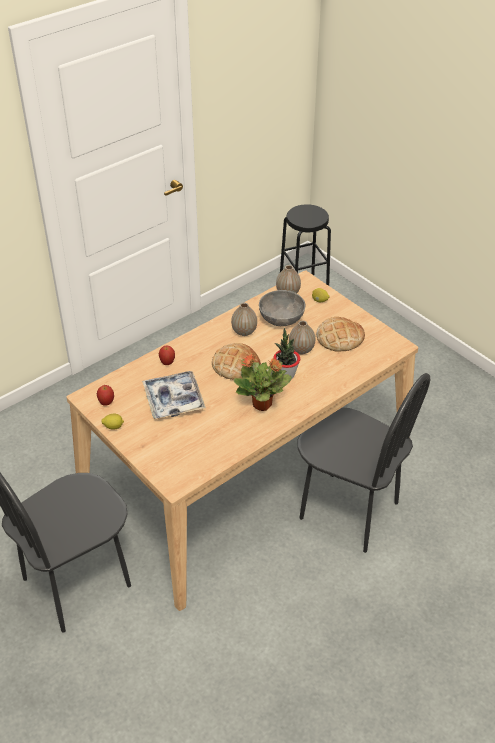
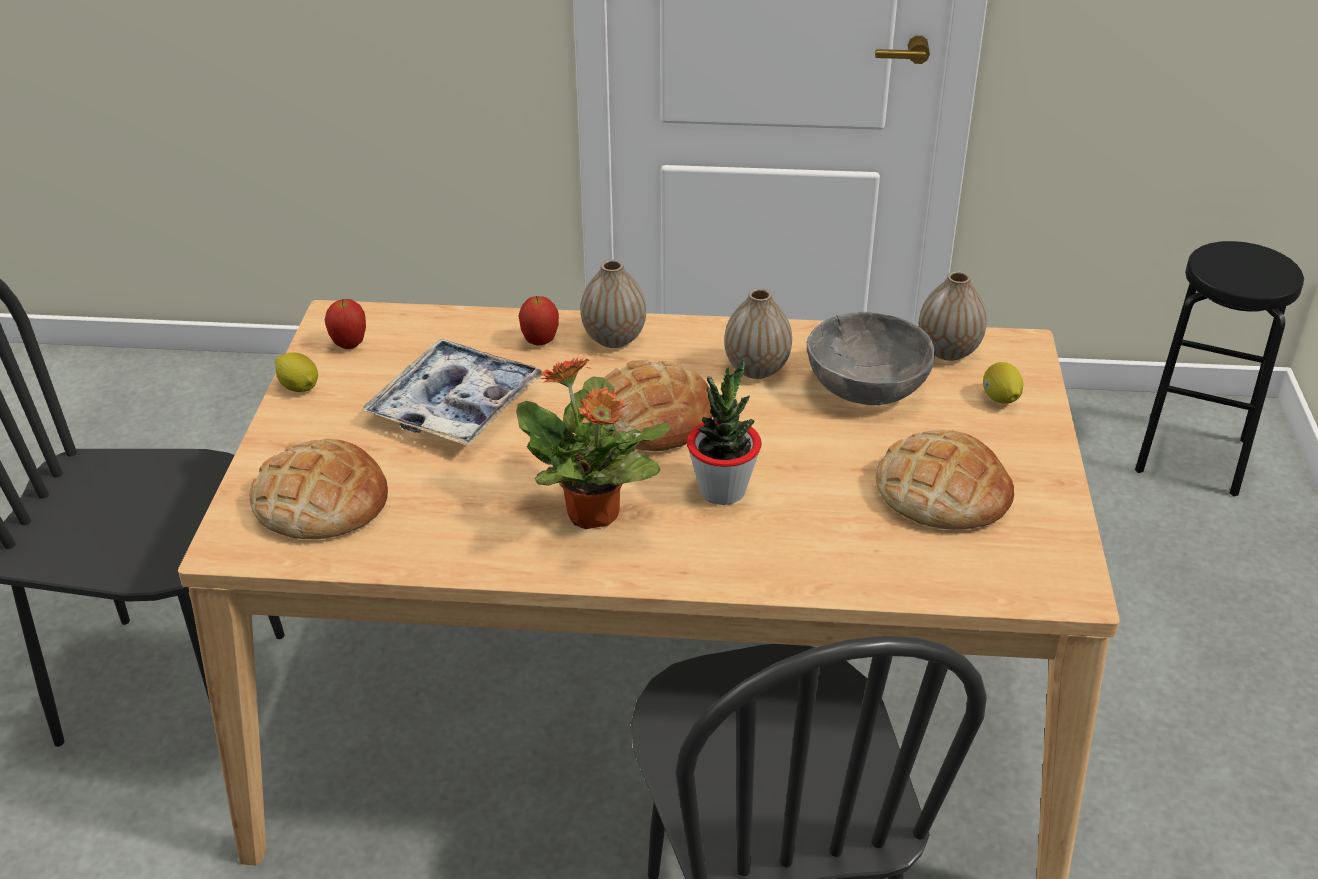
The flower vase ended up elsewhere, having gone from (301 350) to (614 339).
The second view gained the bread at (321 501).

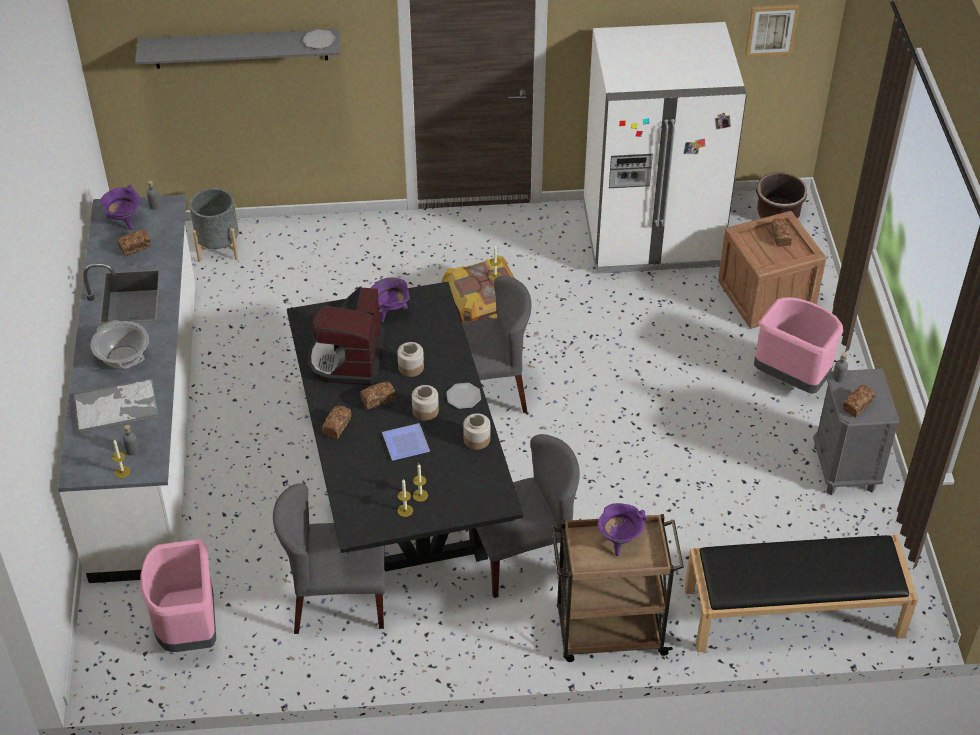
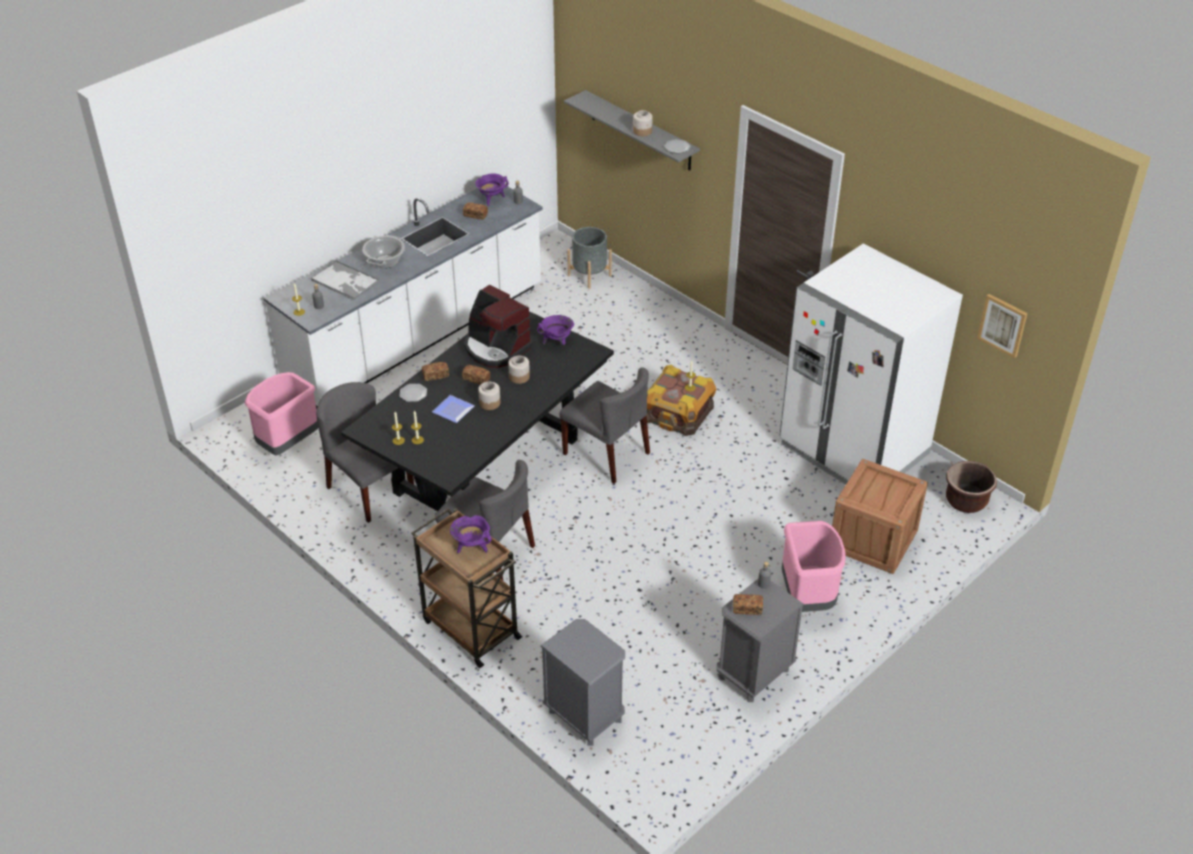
The second view lost the bread at (780 237).
The coffee brewer at (347 358) ended up facing another way, 105 degrees counterclockwise from before.
The dinner plate ended up elsewhere, having gone from (463 397) to (413 393).
The storage jar ended up elsewhere, having gone from (477 439) to (642 131).
Where the black long seat stood at (792 613), the gray night table came to stand at (584 716).

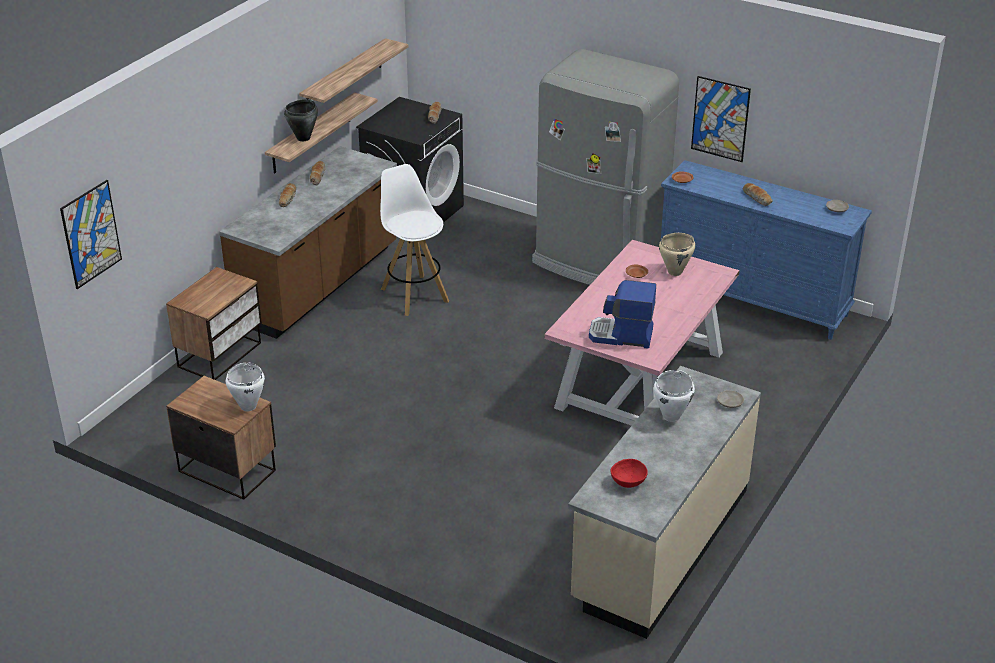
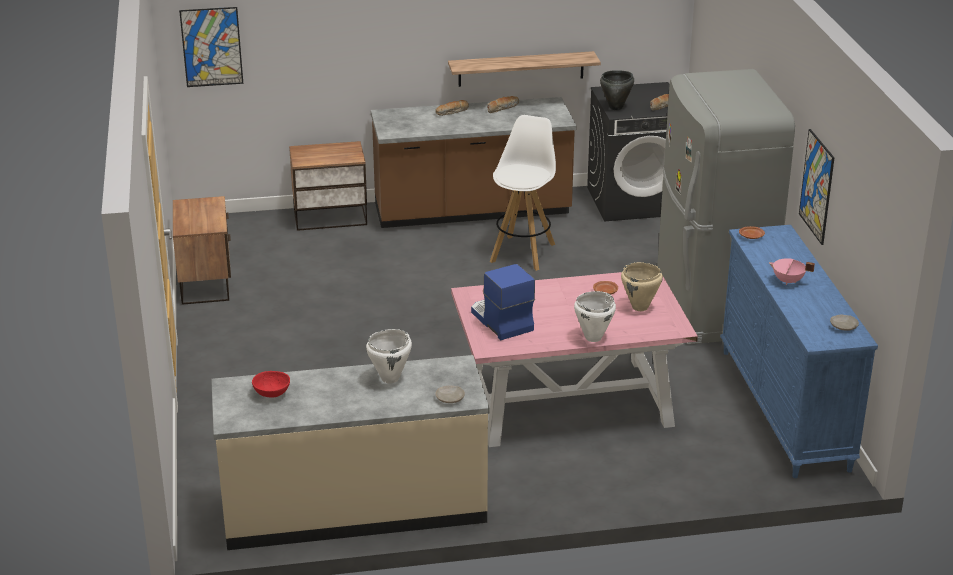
The second view lost the shelf at (344 77).
The black cooking pot ended up elsewhere, having gone from (303 138) to (616 107).
Where the bread stood at (757 198), the pink cooking pot came to stand at (788 281).
The whitish cooking pot ended up elsewhere, having gone from (248 406) to (593 337).

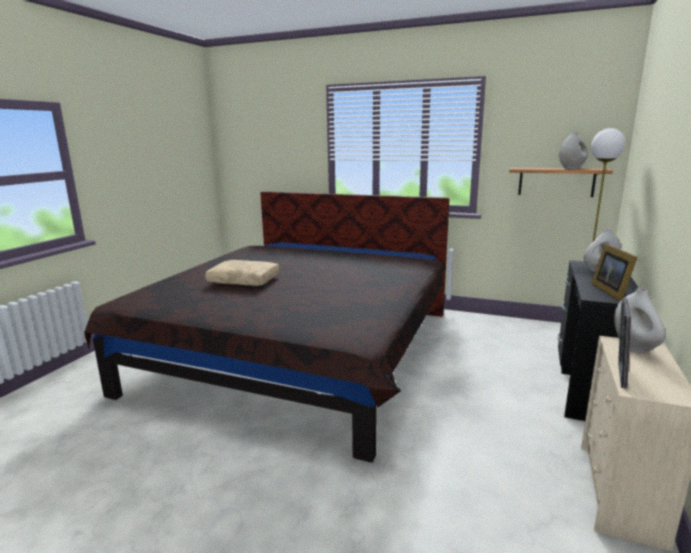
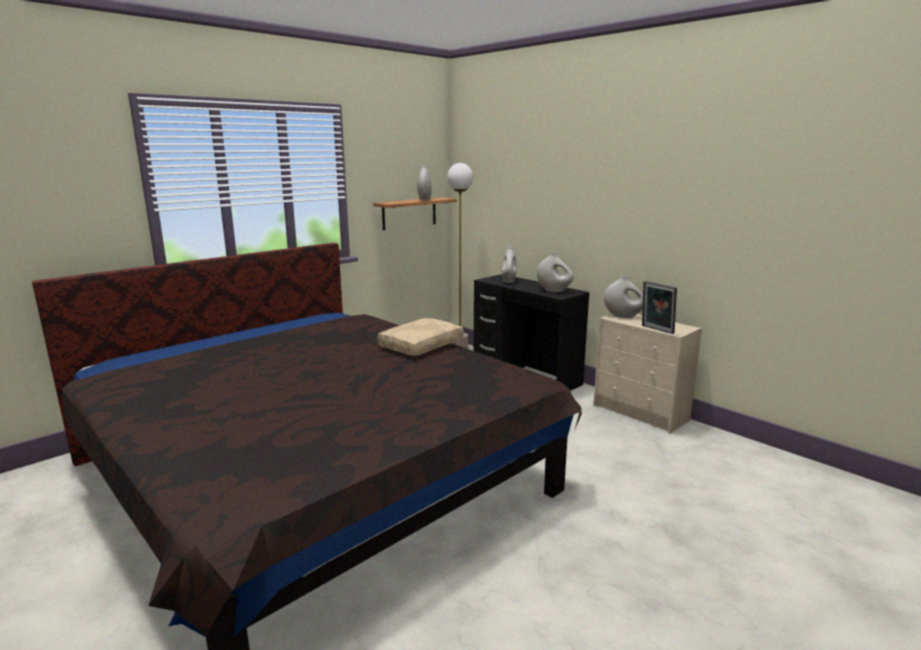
Where the photo frame stood at (611 291), the whitish flower vase came to stand at (554 290).
The beige cushion ended up elsewhere, having gone from (245 280) to (421 345).

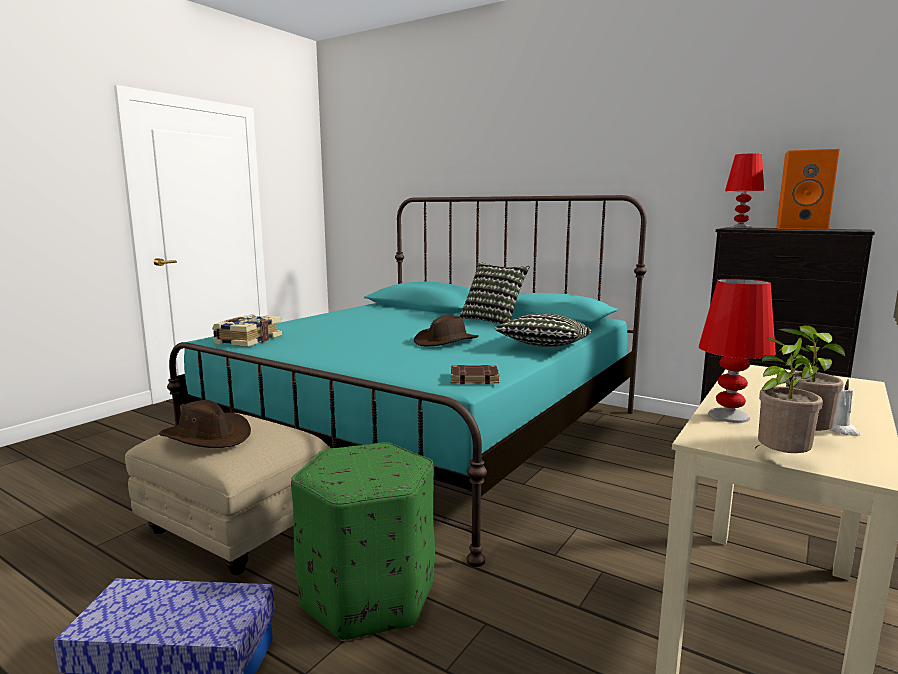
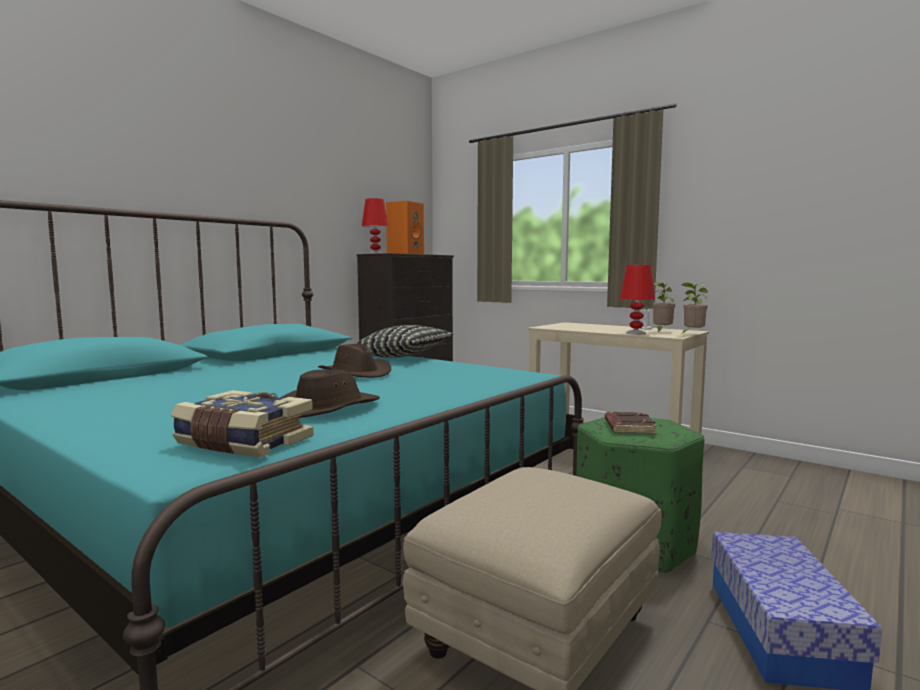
The second view lost the cushion at (493 321).
The brownish volume ended up elsewhere, having gone from (474 378) to (628 427).
The brownish hat ended up elsewhere, having gone from (208 436) to (329 408).

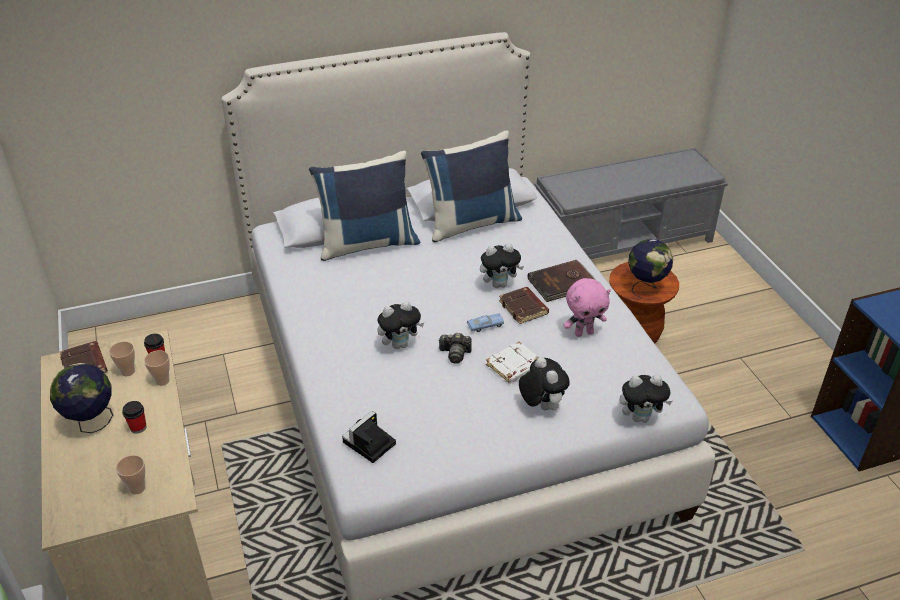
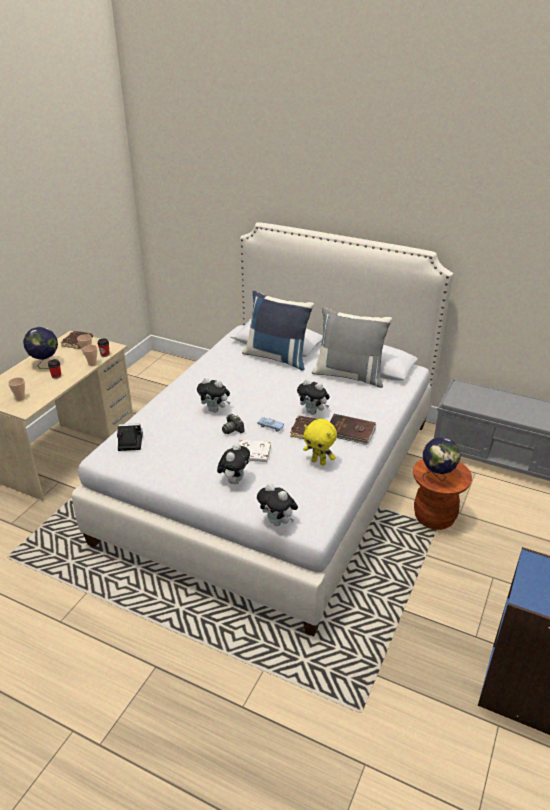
What was the bluish cushion at (471 223) turned into the gray cushion at (349 375).
What was the pink plush toy at (584 333) turned into the yellowish plush toy at (319 462).

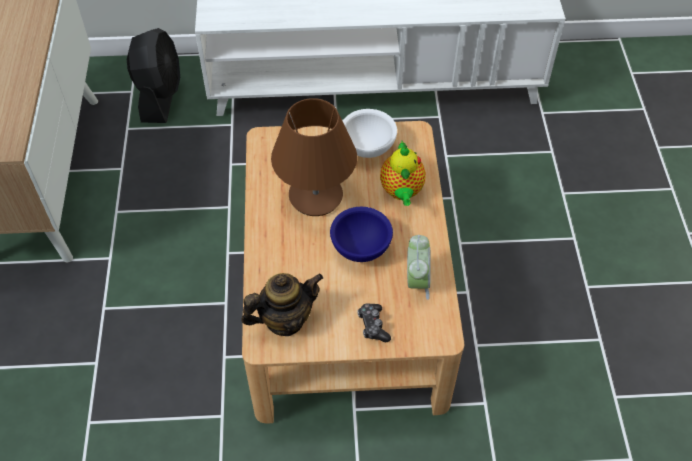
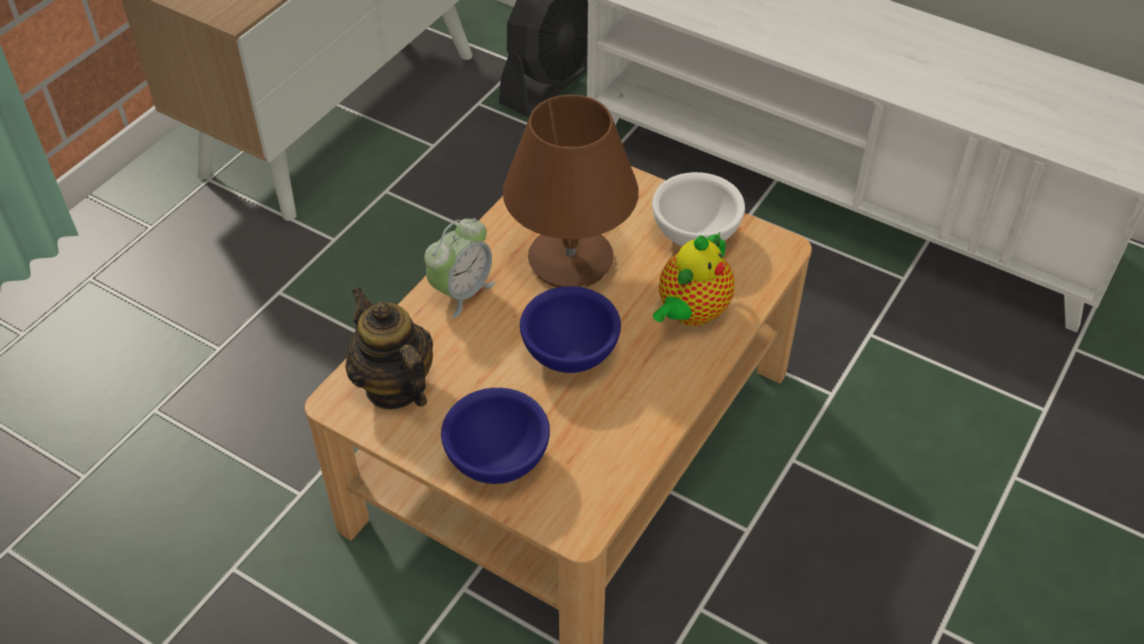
The table clock ended up elsewhere, having gone from (417 281) to (462 292).
The teapot at (284 319) ended up facing another way, 135 degrees counterclockwise from before.
Where the game controller stood at (373 326), the bluish bowl came to stand at (497 458).

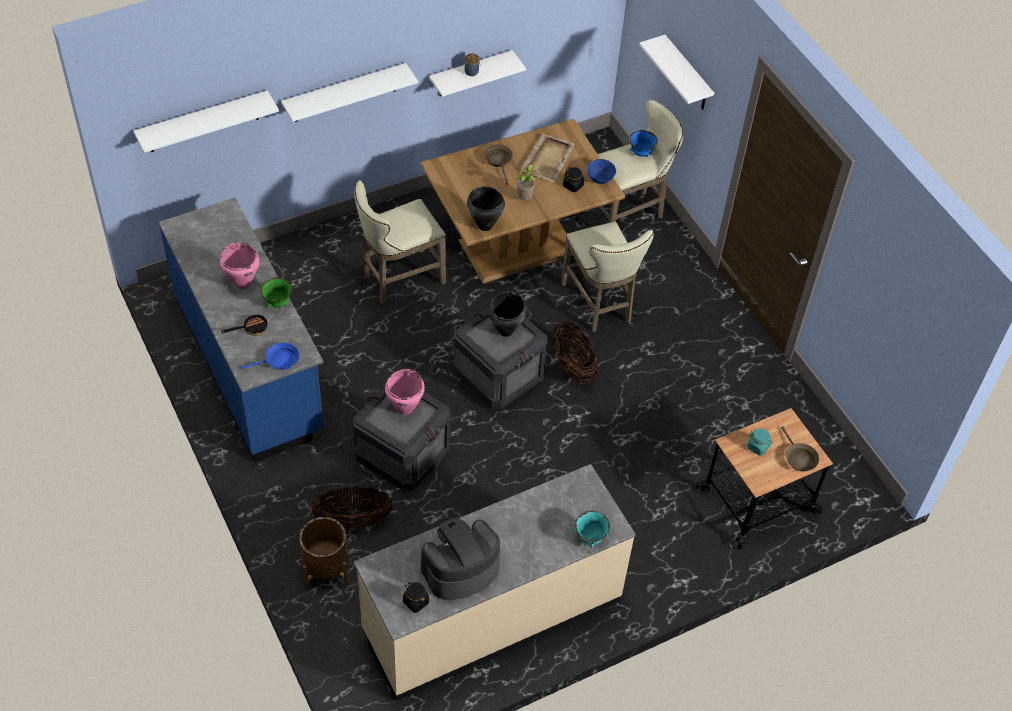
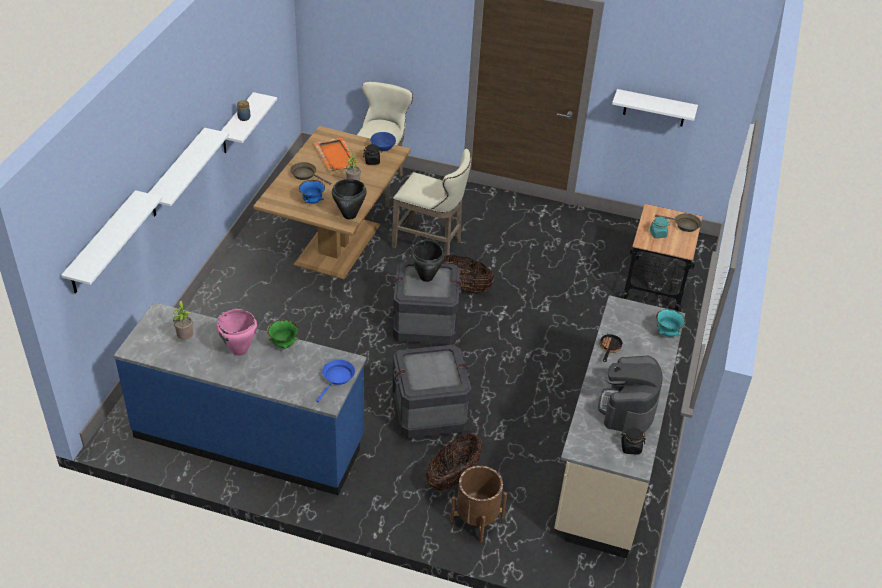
The whitish shelf ended up elsewhere, having gone from (687 75) to (654 108).
The bluish bowl ended up elsewhere, having gone from (641 153) to (312 201).
What was the beige carrying tray at (548 159) turned into the orange carrying tray at (335 156).
The second view lost the beige stool seat at (399 279).
The skillet ended up elsewhere, having gone from (251 328) to (609 348).
The second view lost the pink cooking pot at (404 408).
The second view gained the houseplant at (186 338).

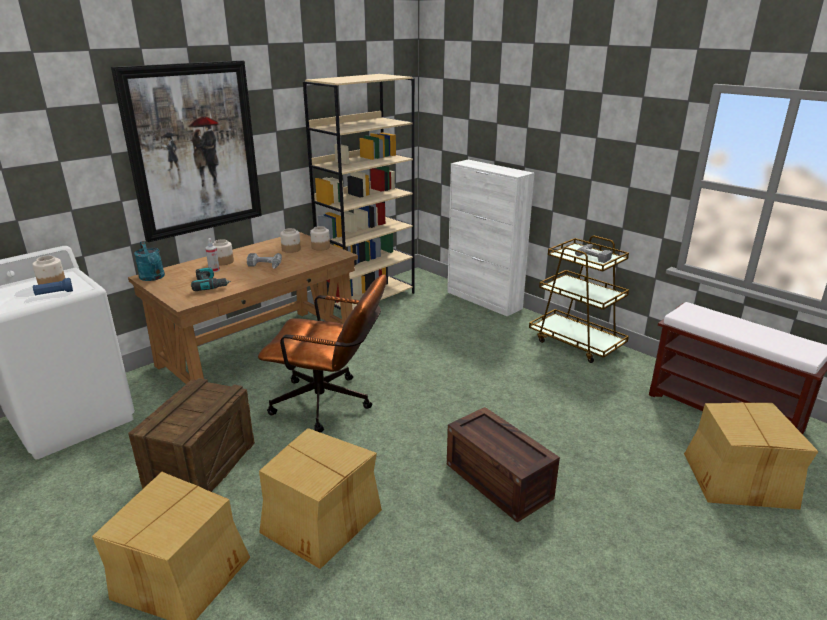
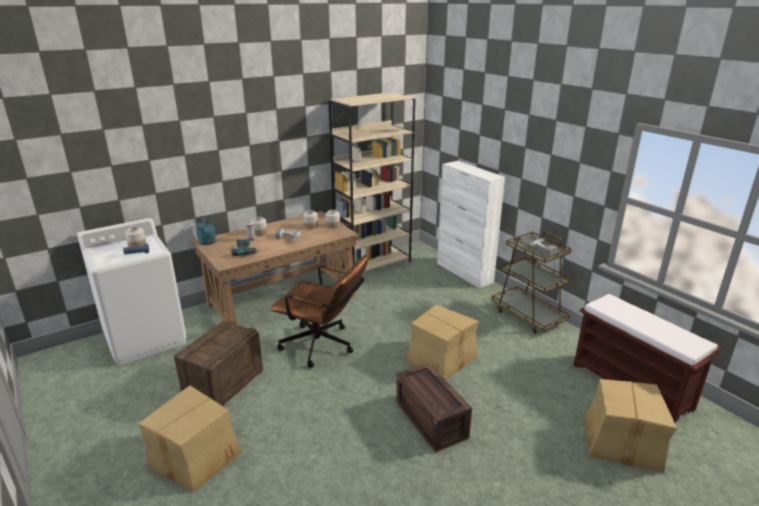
The second view lost the wall picture at (193 149).
The cardboard box ended up elsewhere, having gone from (320 520) to (441 358).

